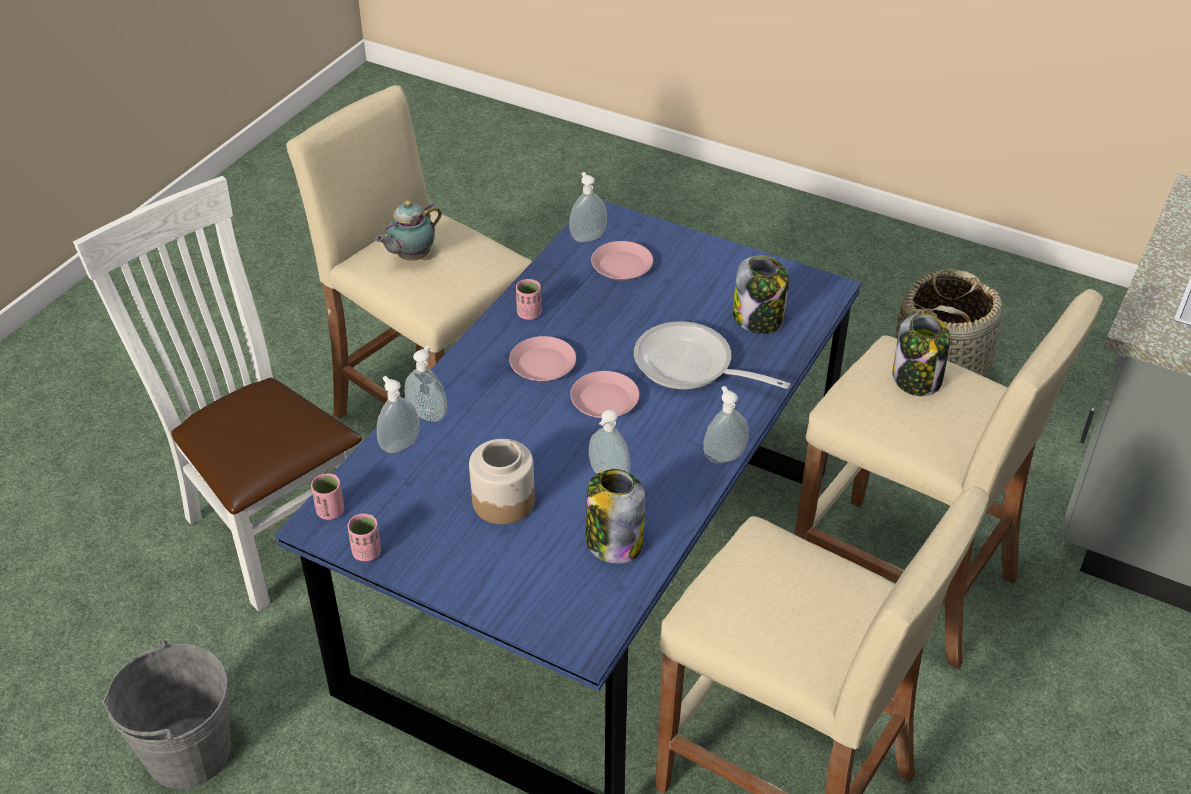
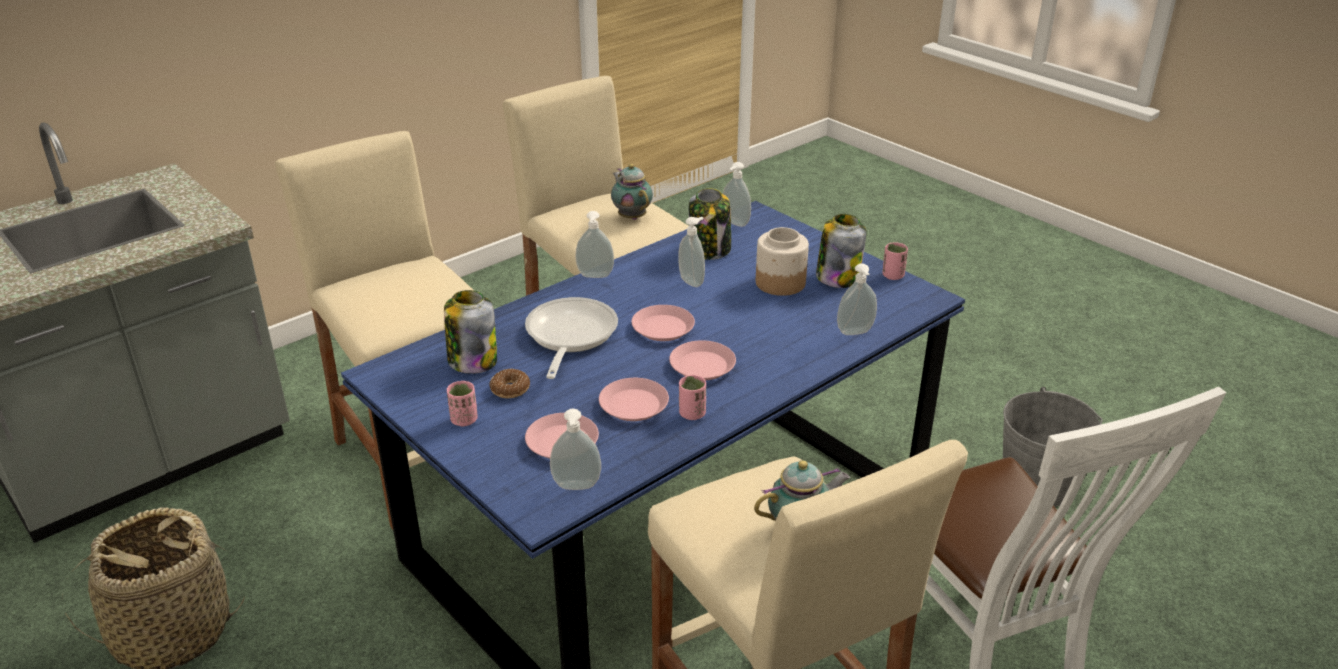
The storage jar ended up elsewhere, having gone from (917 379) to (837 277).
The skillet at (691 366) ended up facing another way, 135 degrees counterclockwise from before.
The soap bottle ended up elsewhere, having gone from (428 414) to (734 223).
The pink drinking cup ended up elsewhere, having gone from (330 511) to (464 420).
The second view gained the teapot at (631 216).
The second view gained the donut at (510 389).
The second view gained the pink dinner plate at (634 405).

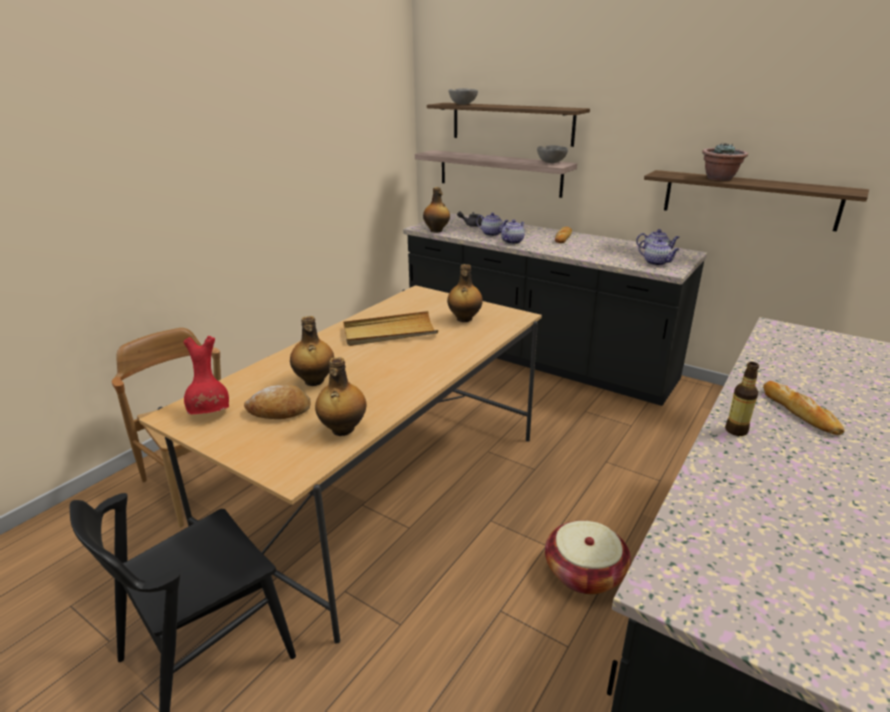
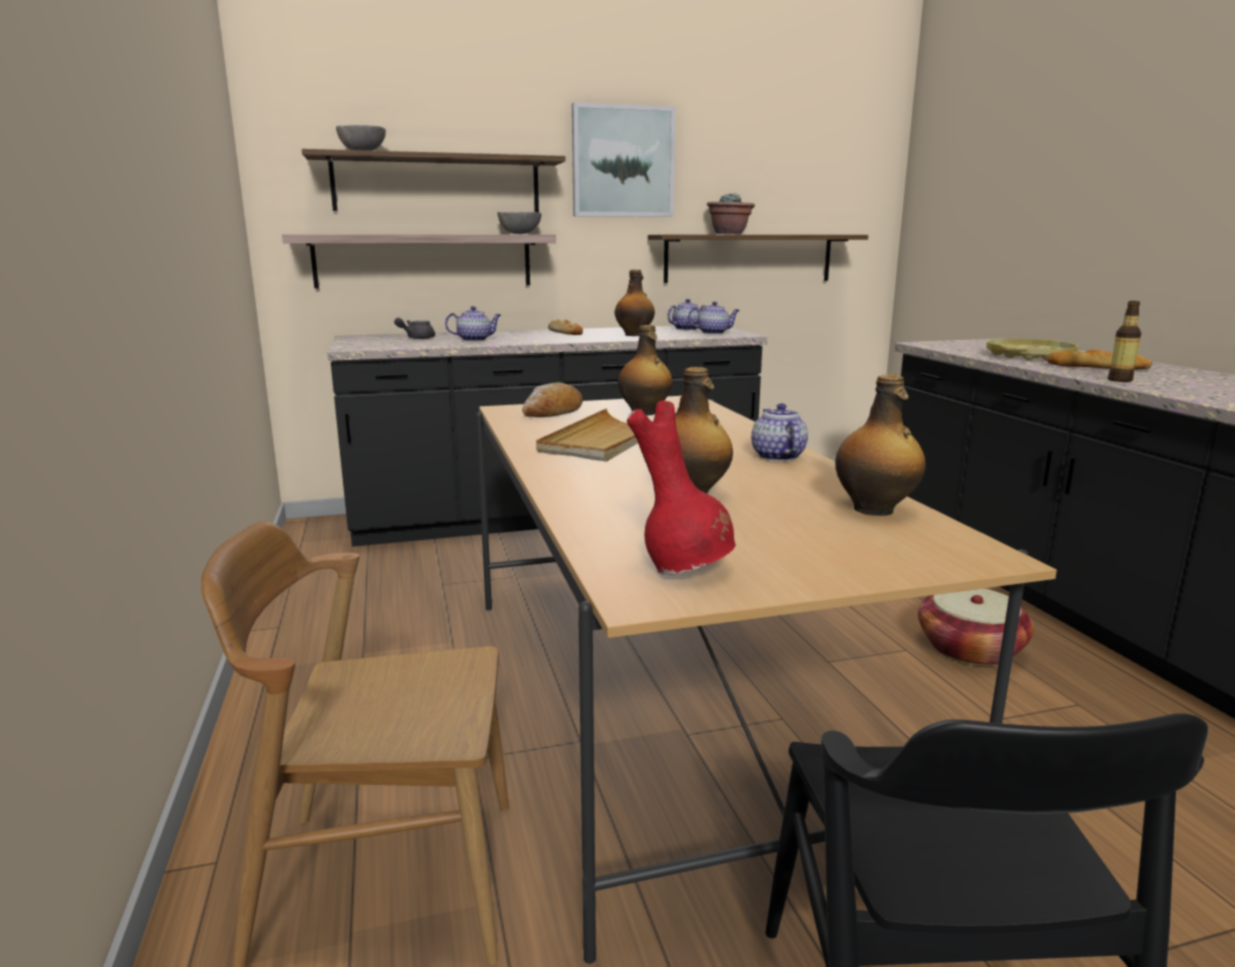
The drink bottle ended up elsewhere, having gone from (436 231) to (635 335).
The teapot ended up elsewhere, having gone from (512 242) to (777 456).
The bread ended up elsewhere, having gone from (279 411) to (553 412).
The second view gained the wall picture at (622 162).
The second view gained the yellowish carrying tray at (1030 356).

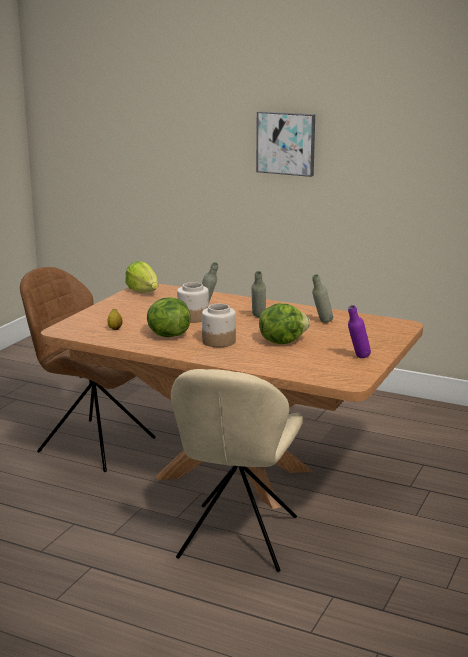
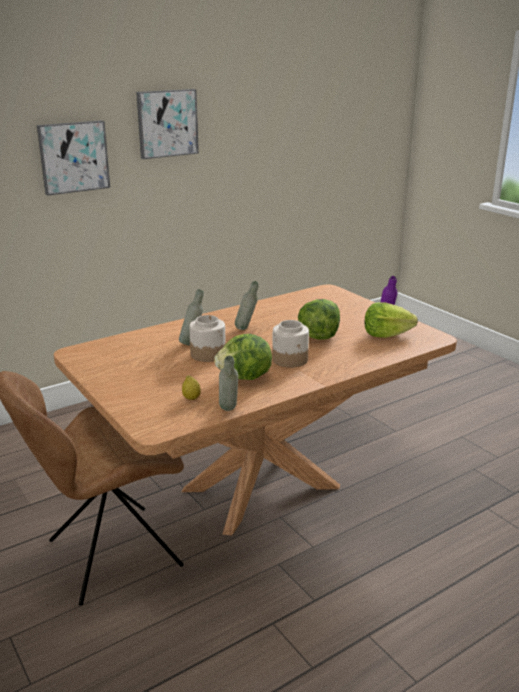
The head of lettuce ended up elsewhere, having gone from (143 291) to (386 335).
The gray drink bottle ended up elsewhere, having gone from (321 323) to (229 412).
The second view lost the beige plain chair at (237 540).
The second view gained the wall picture at (167 123).

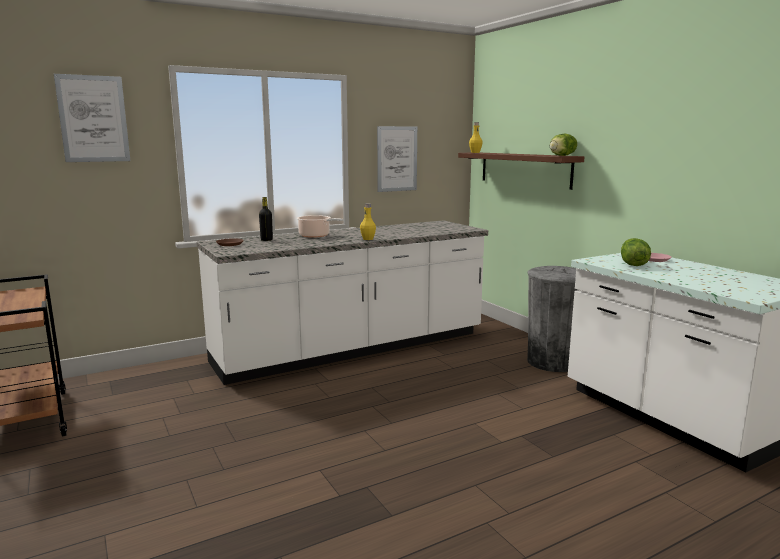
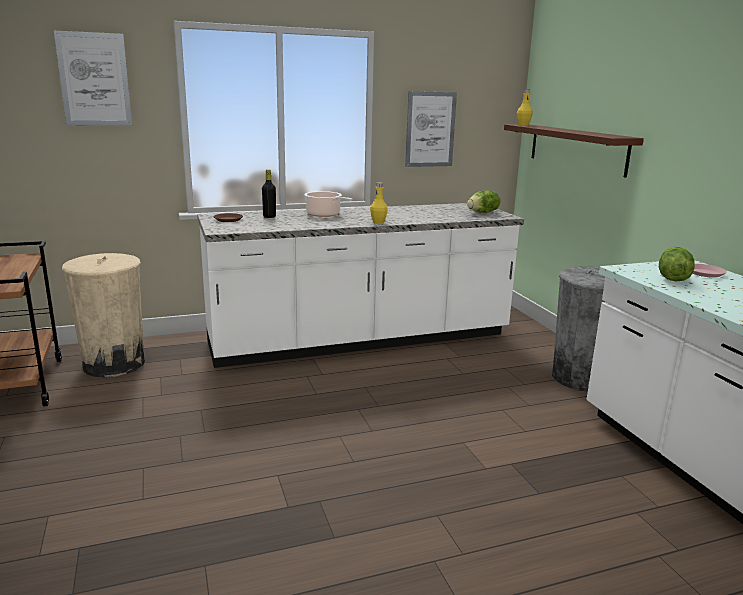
The head of lettuce ended up elsewhere, having gone from (562 155) to (483 212).
The second view gained the beige waste bin at (114 364).

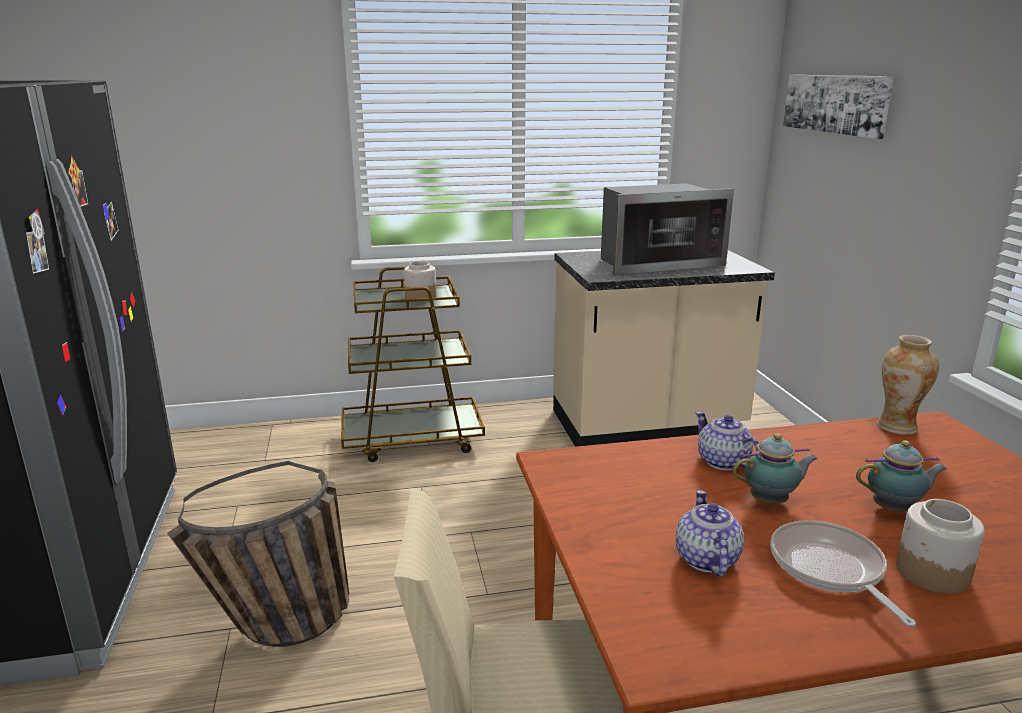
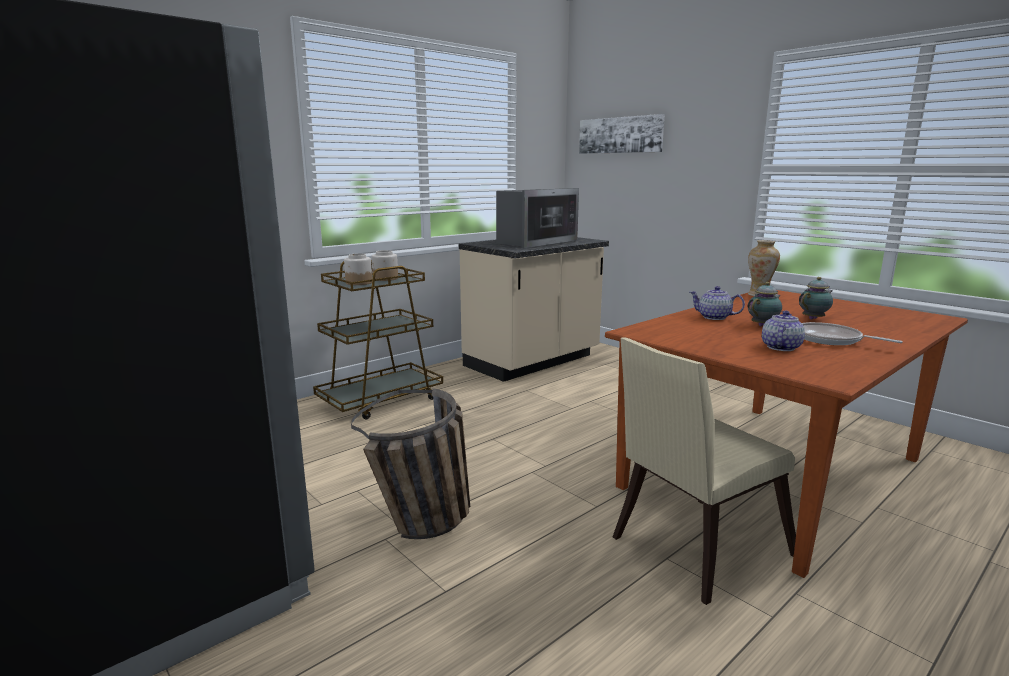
The teapot at (706 560) ended up facing another way, 60 degrees clockwise from before.
The storage jar ended up elsewhere, having gone from (931 572) to (358 283).

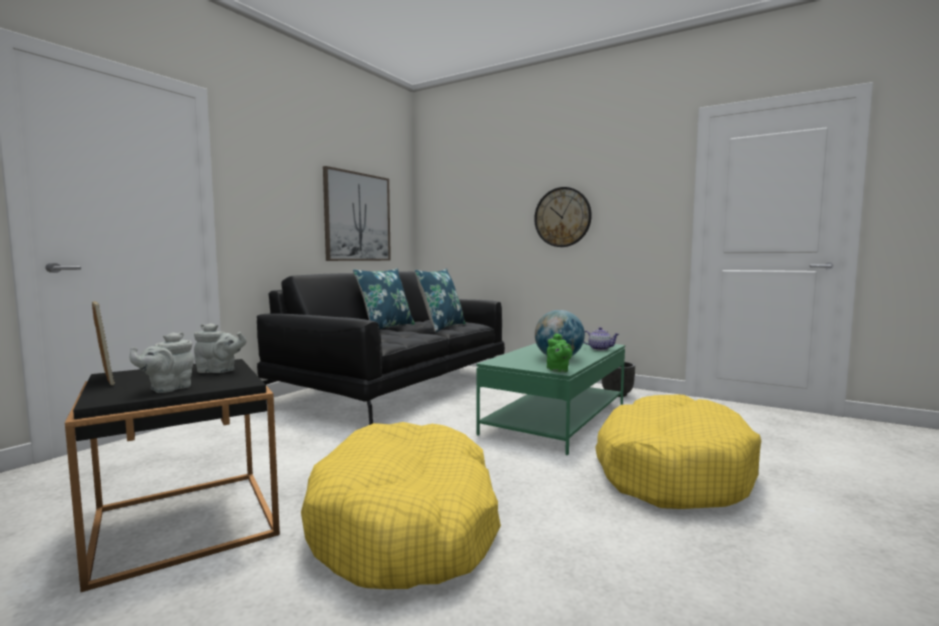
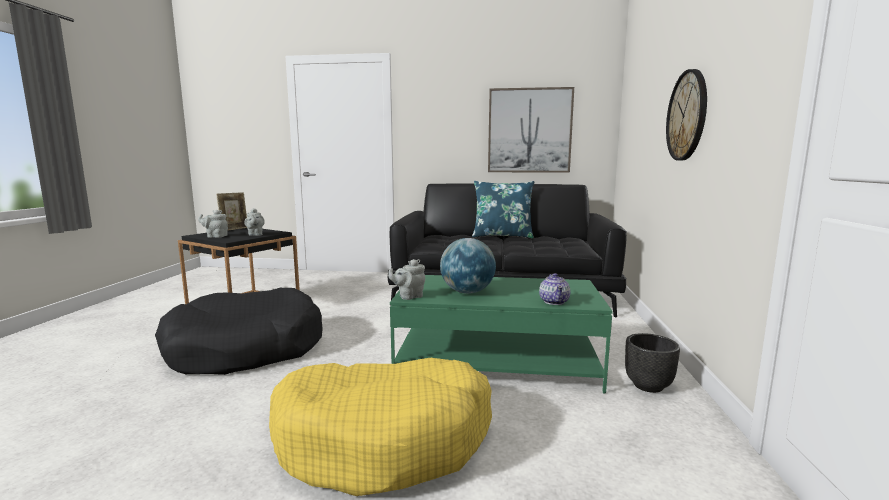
The second view lost the bluish cushion at (441 327).
What was the green teapot at (558 370) turned into the gray teapot at (409 296).
What was the yellowish pet bed at (407 525) turned into the black pet bed at (245 349).

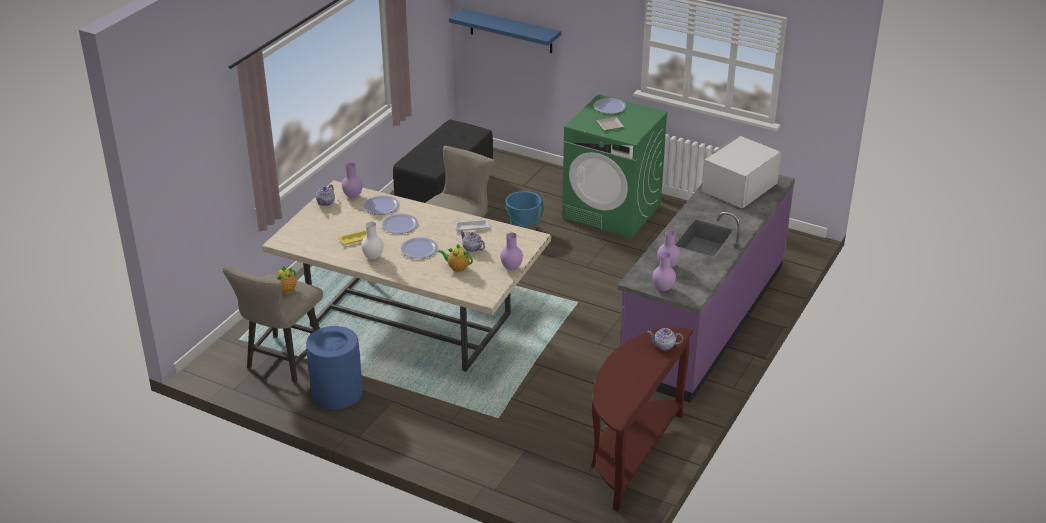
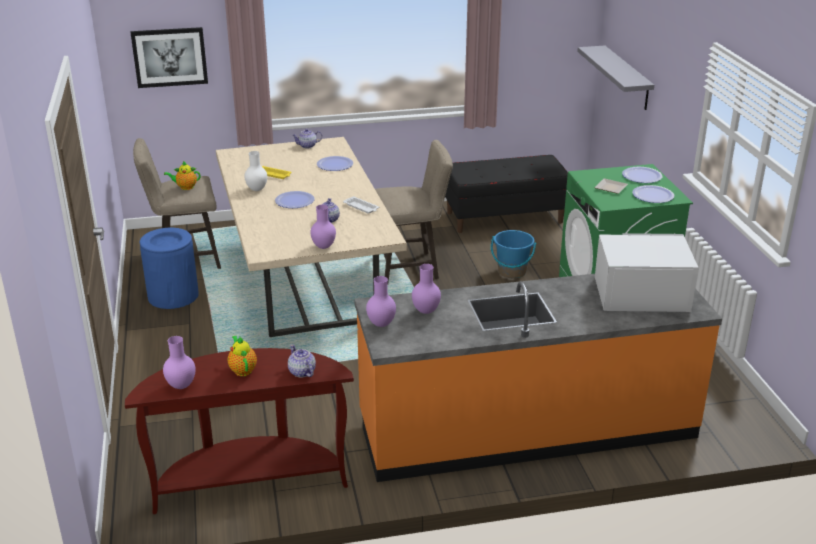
What was the bluish shelf at (511 31) turned into the gray shelf at (627 78).
The purple-coloured flower vase ended up elsewhere, having gone from (352 196) to (181 385).
What was the purple-coloured kitchen counter at (703 319) turned into the orange kitchen counter at (526 427).
The dinner plate ended up elsewhere, having gone from (399 225) to (652 195).
The teapot ended up elsewhere, having gone from (457 268) to (242 369).
The second view gained the wall picture at (170 57).

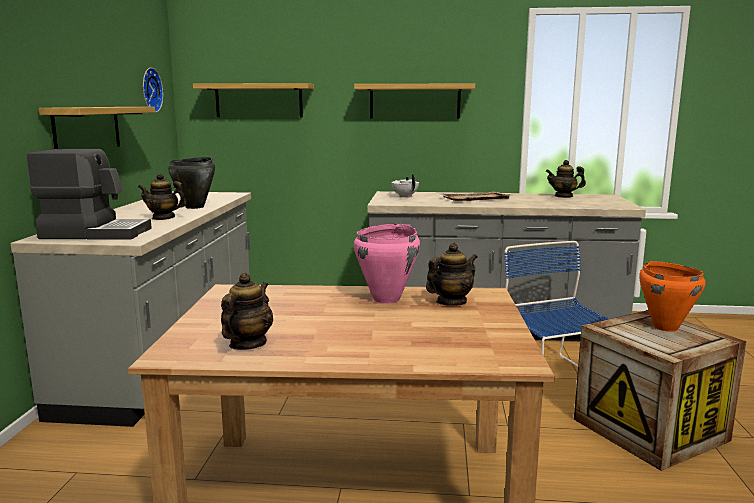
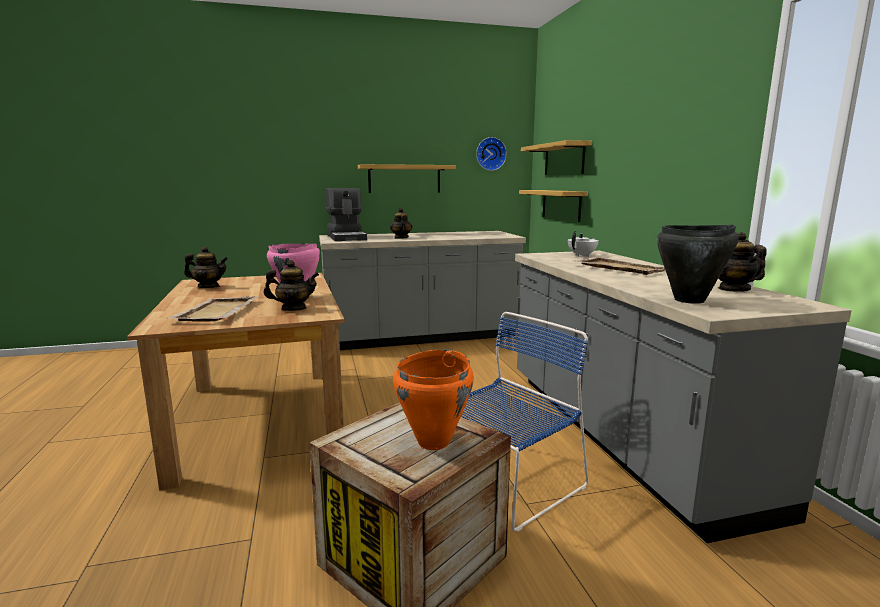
The shelf ended up elsewhere, having gone from (414 101) to (561 205).
The black cooking pot ended up elsewhere, having gone from (195 207) to (690 300).
The teapot at (451 302) ended up facing another way, 45 degrees counterclockwise from before.
The second view gained the beige carrying tray at (217 312).

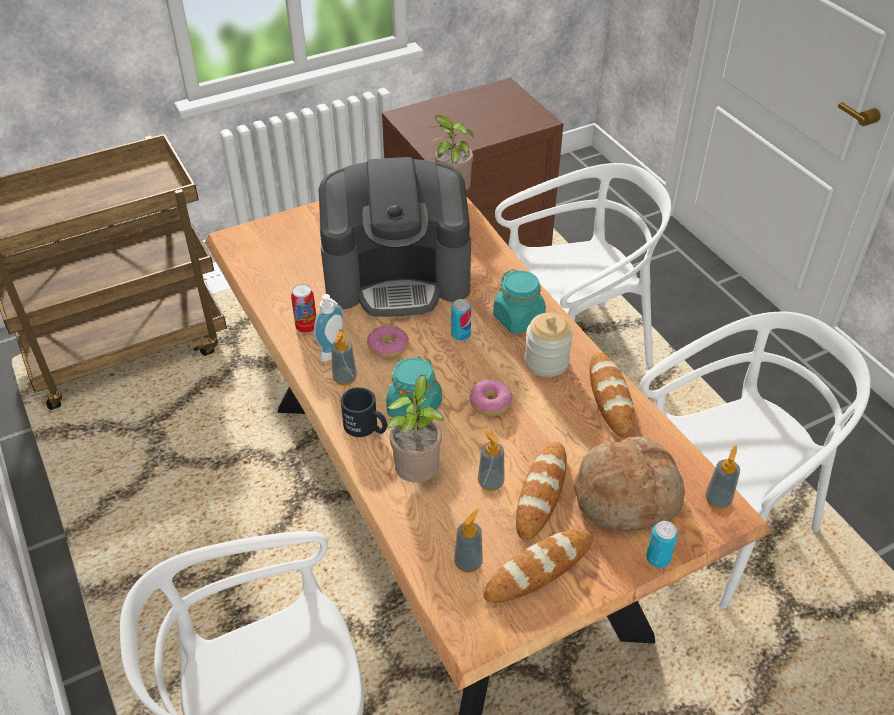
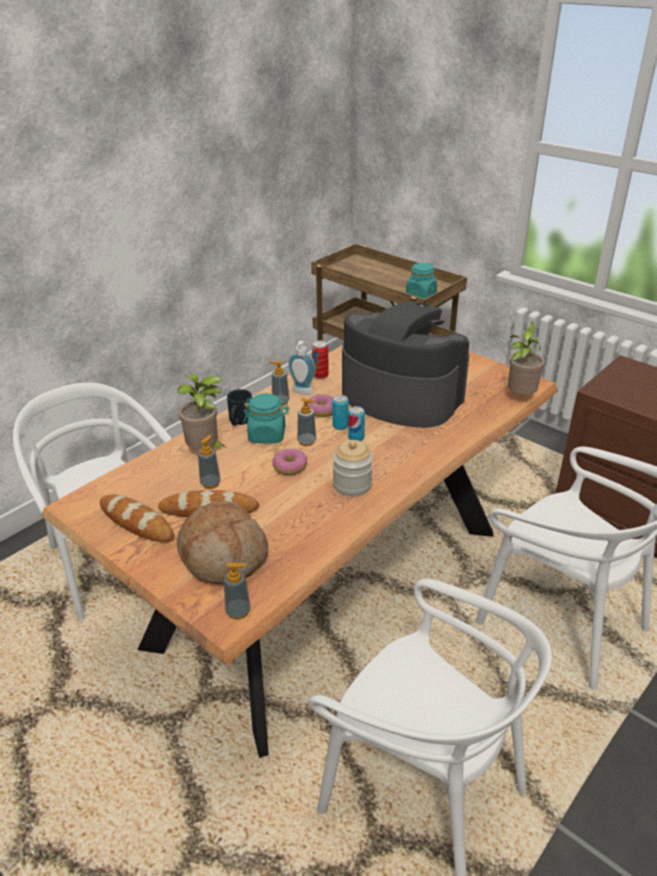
The coffee brewer at (397 276) ended up facing another way, 150 degrees clockwise from before.
The blue-green storage jar ended up elsewhere, having gone from (519 319) to (421 294).
The second view lost the bread at (610 397).
The soap bottle ended up elsewhere, having gone from (468 562) to (307 441).
The sealed can ended up elsewhere, having gone from (658 558) to (340 426).

